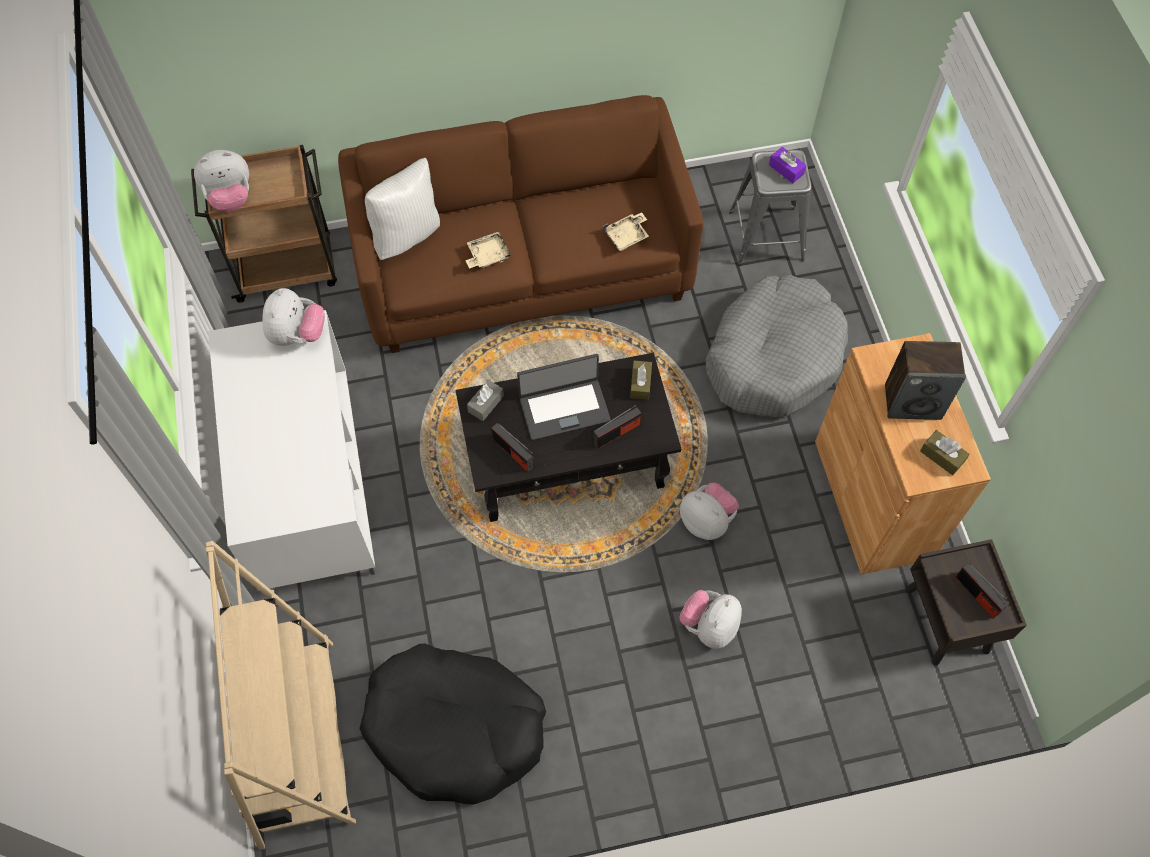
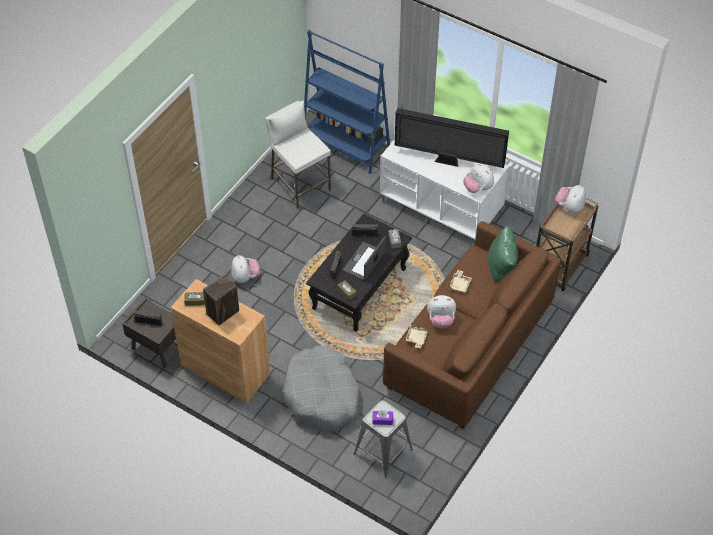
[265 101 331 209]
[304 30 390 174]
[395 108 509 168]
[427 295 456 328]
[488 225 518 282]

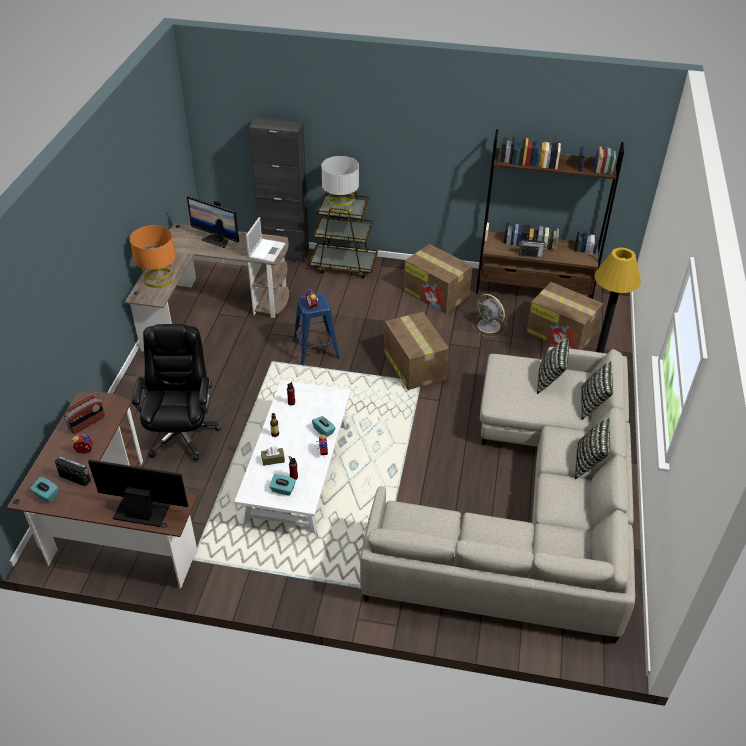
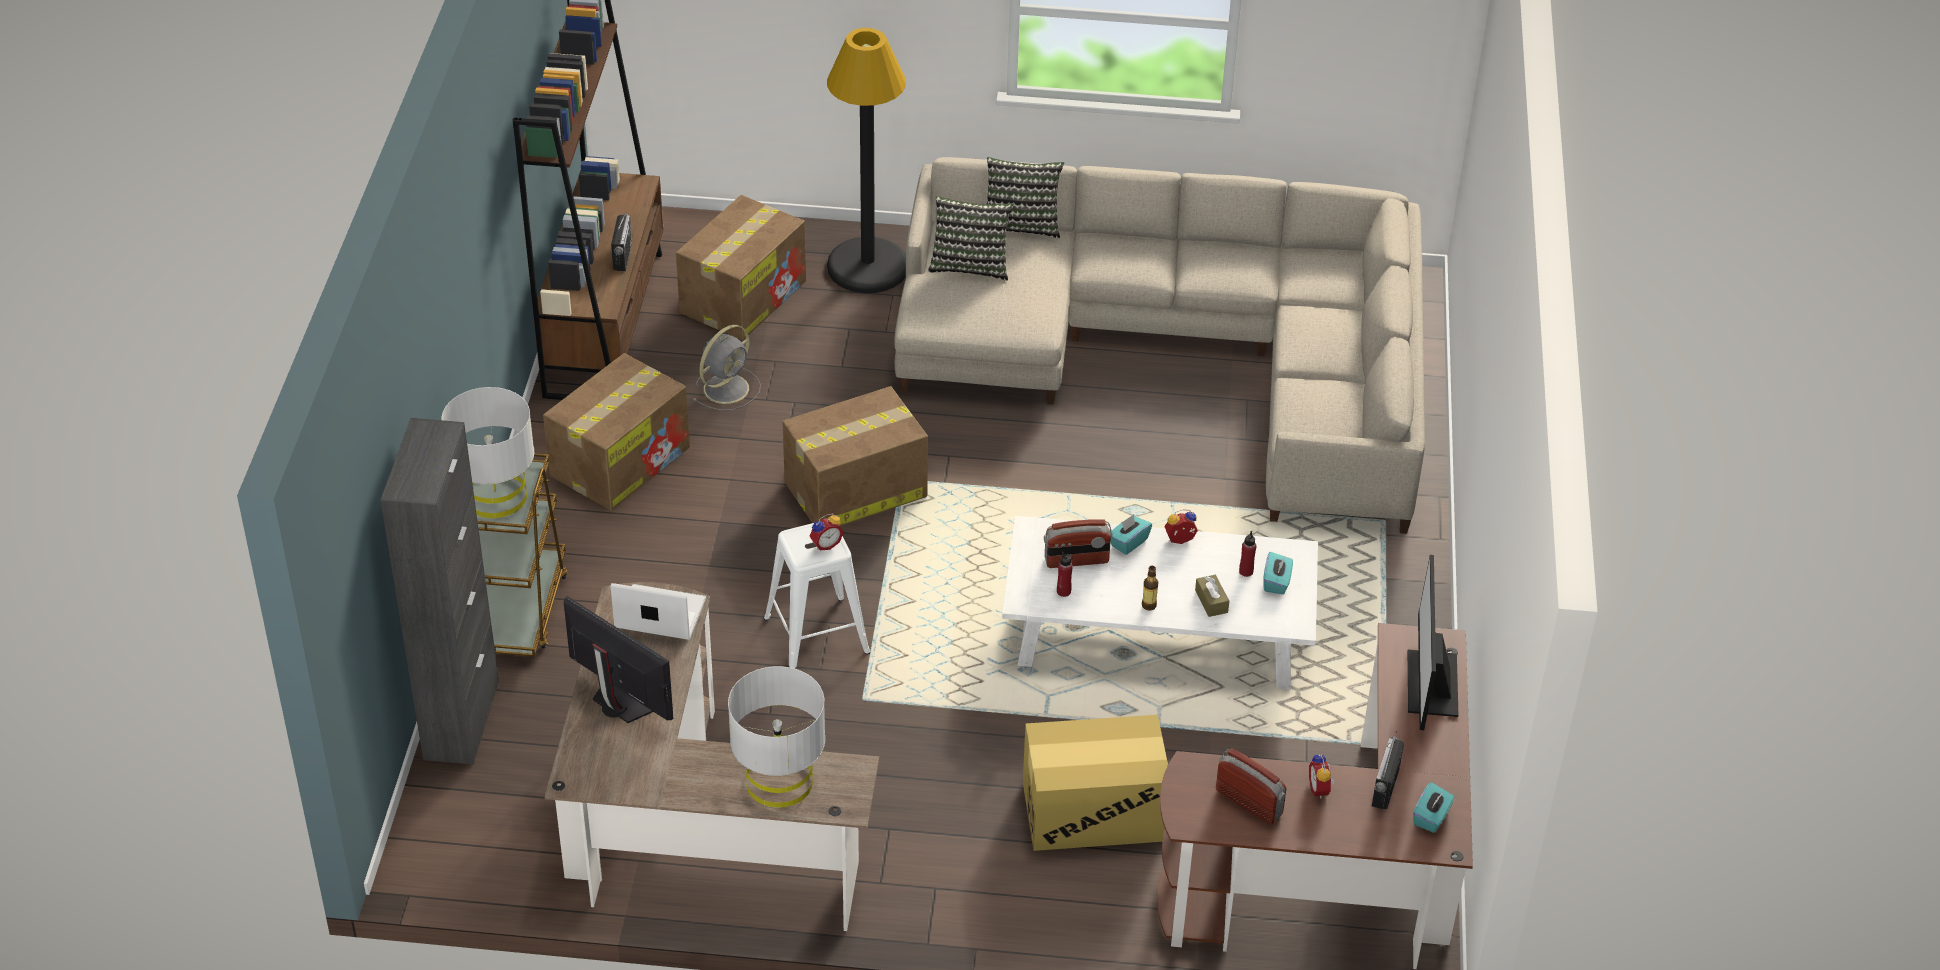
[564 596 673 723]
[728 666 825 808]
[764 523 870 669]
[1023 715 1168 851]
[1044 519 1113 568]
[575 418 610 479] (first image)

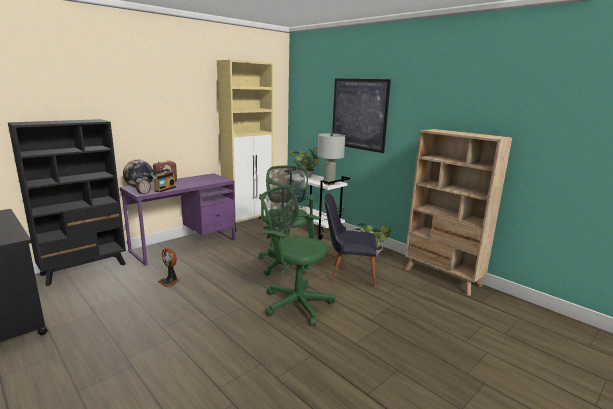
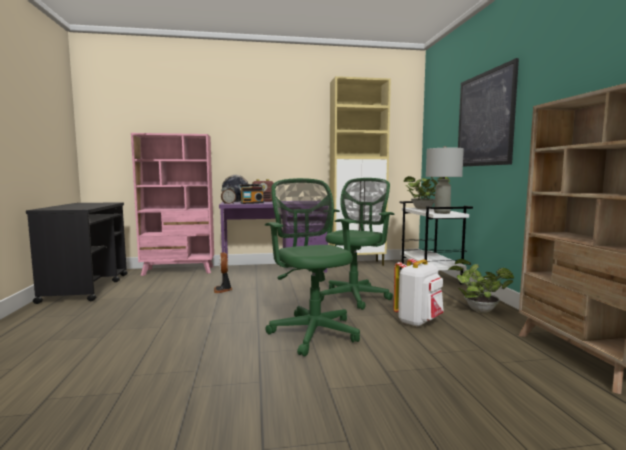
[131 133 214 276]
[394 258 444 327]

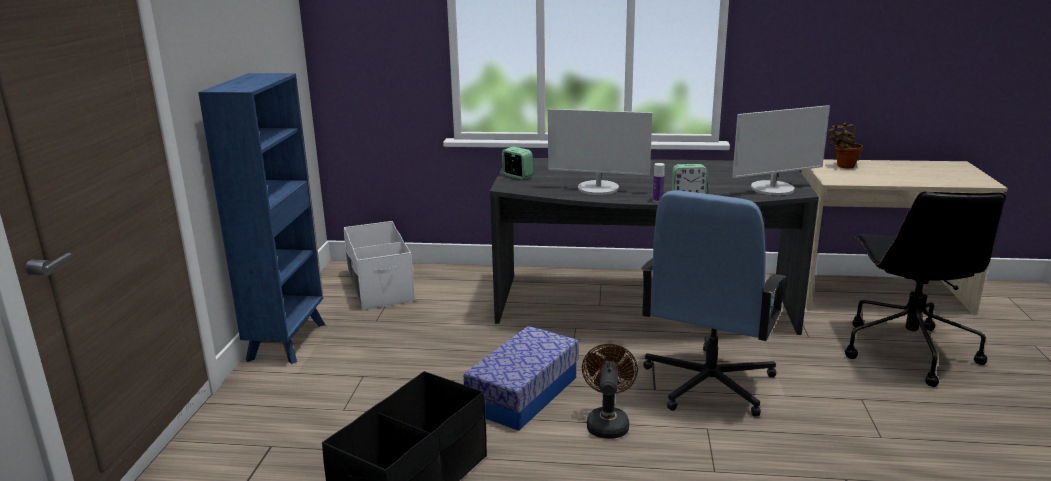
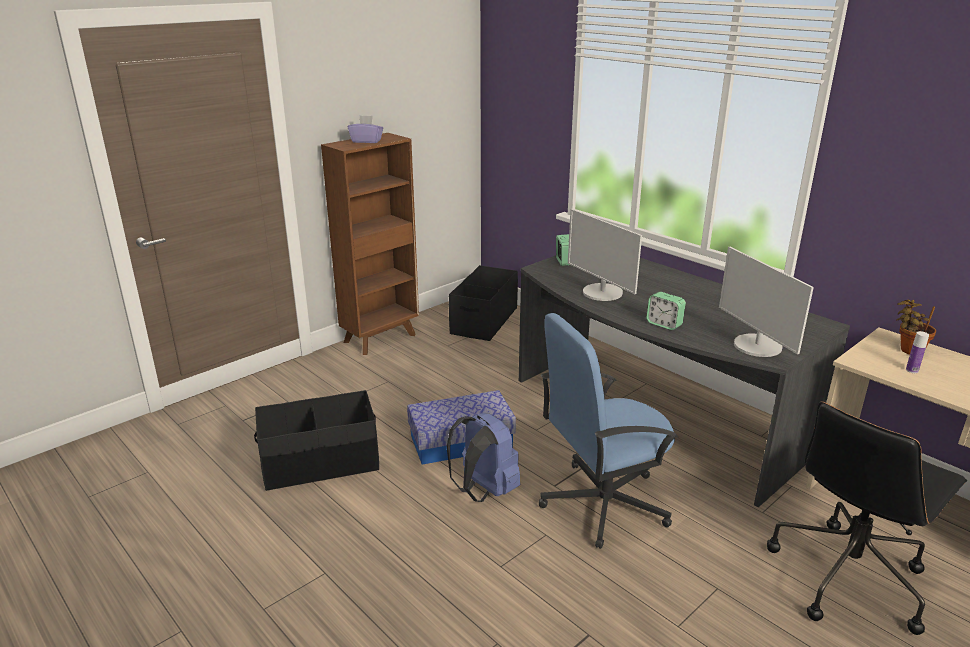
[321 133 419 355]
[348 116 383 143]
[447 413 520 502]
[449 265 518 341]
[719 247 814 357]
[906 331 929 373]

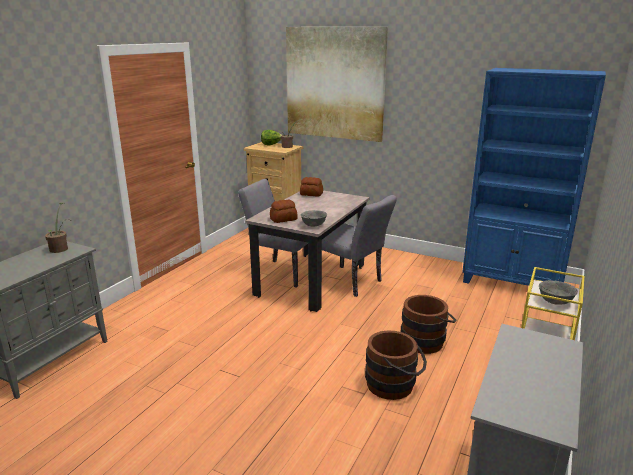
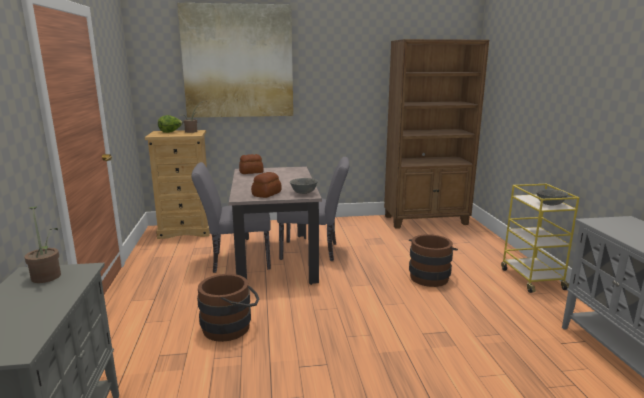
[197 274 259 342]
[384 39 489 229]

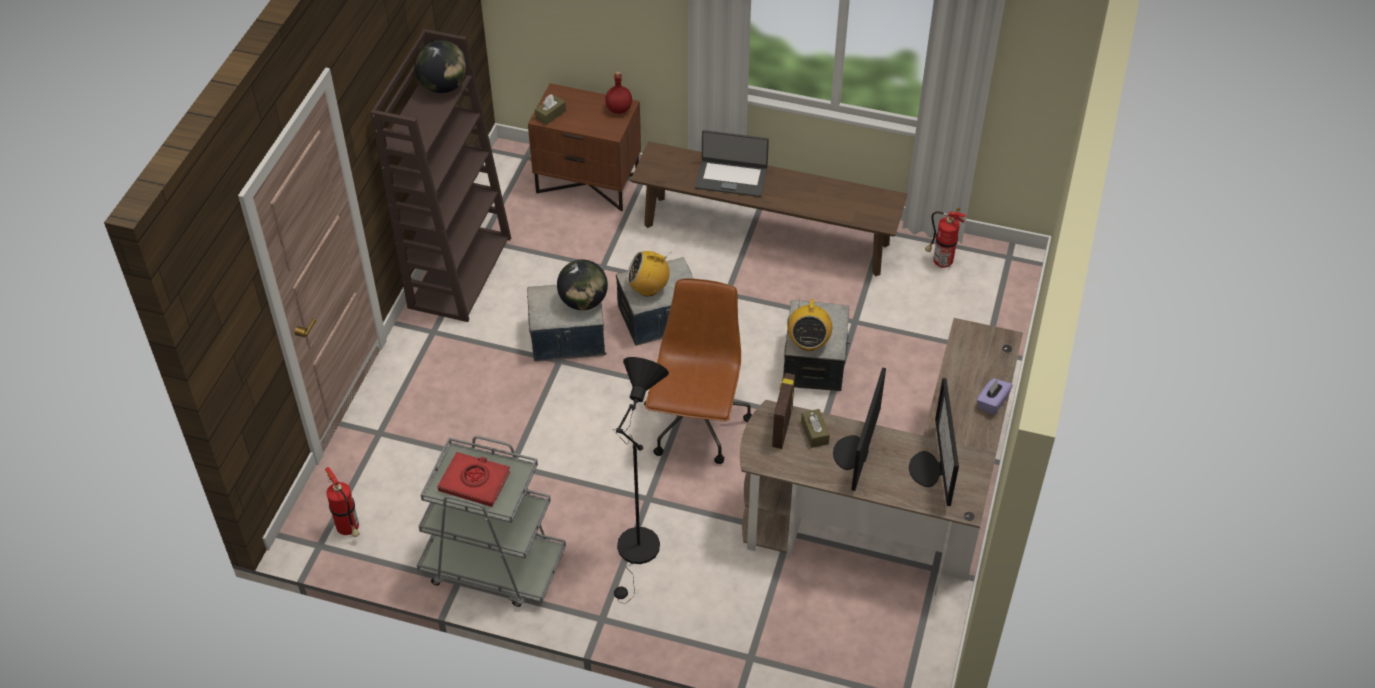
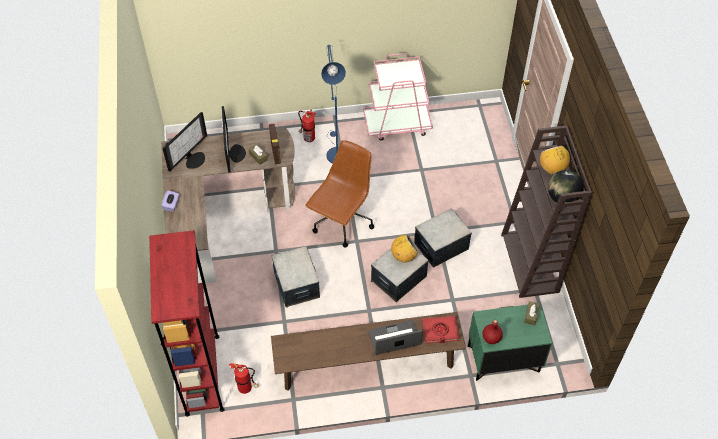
[149 230 225 416]
[162 112 207 172]
[298 109 316 142]
[305 140 374 248]
[321 45 346 163]
[363 53 433 141]
[422 316 459 344]
[468 303 552 381]
[540 146 572 175]
[557 260 608 310] (first image)

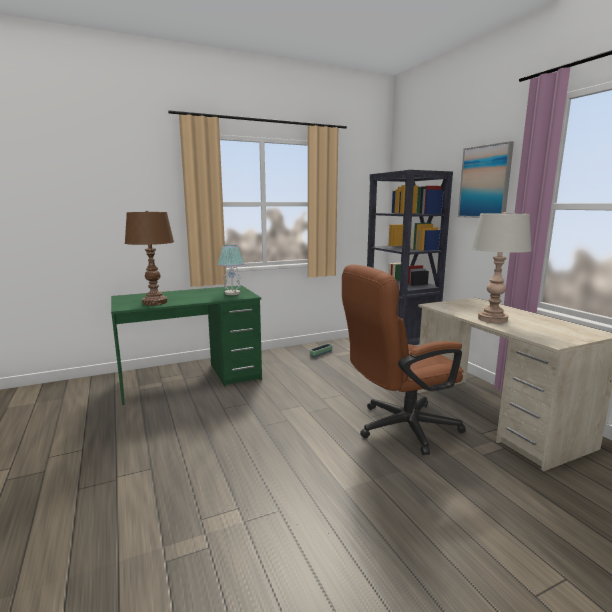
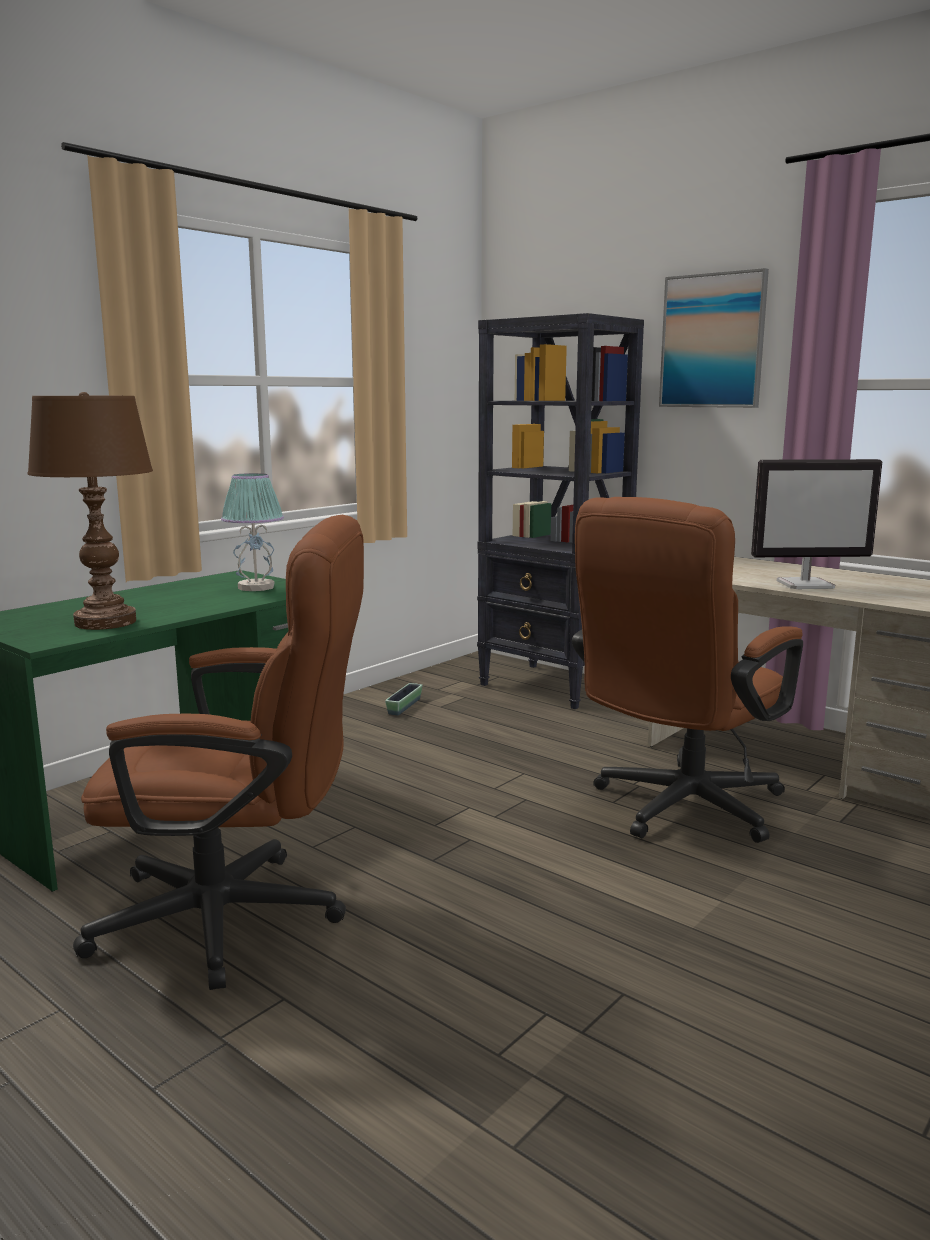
[73 515 364 990]
[751 459 882 589]

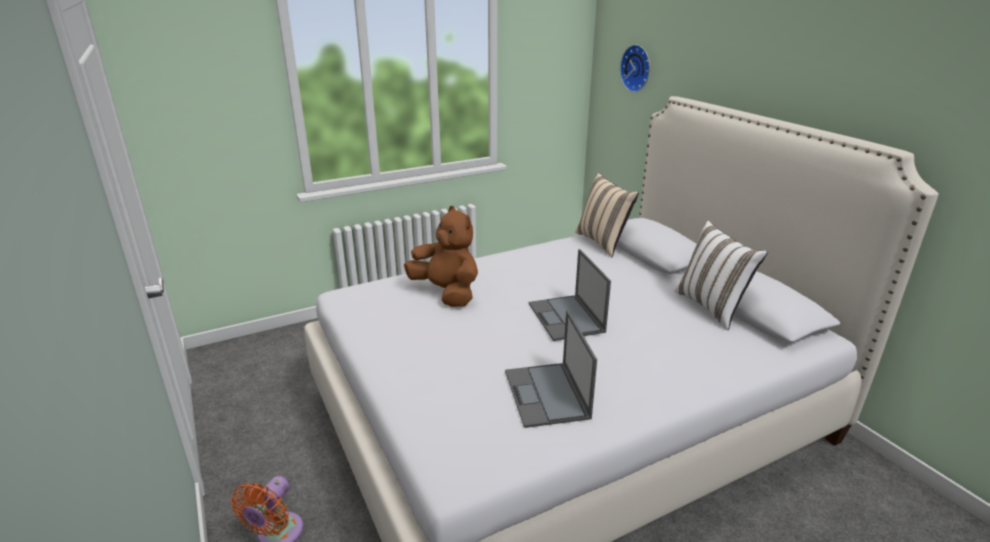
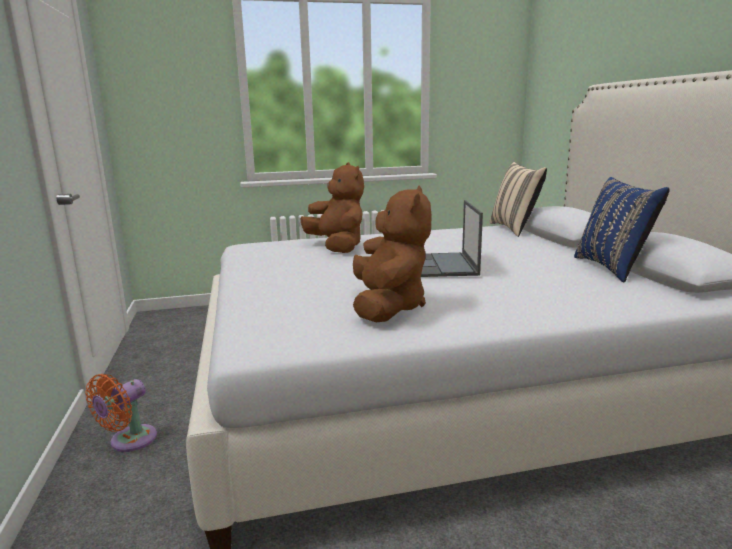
[353 185 432 323]
[574 177 670 283]
[620 45 650 92] (first image)

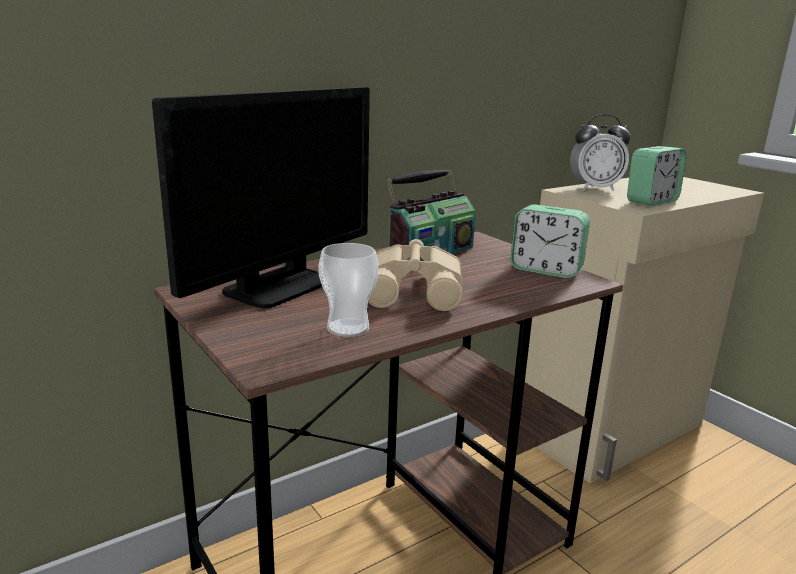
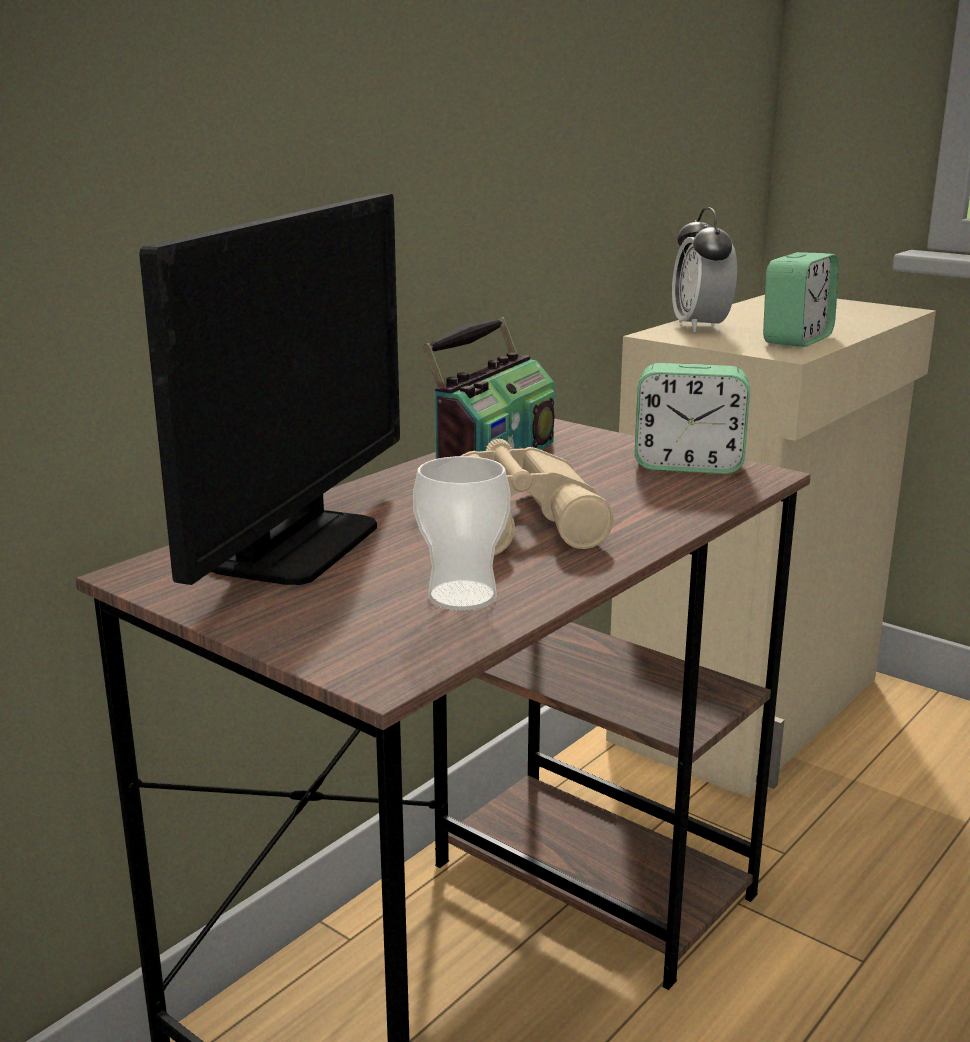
[672 207 737 333]

